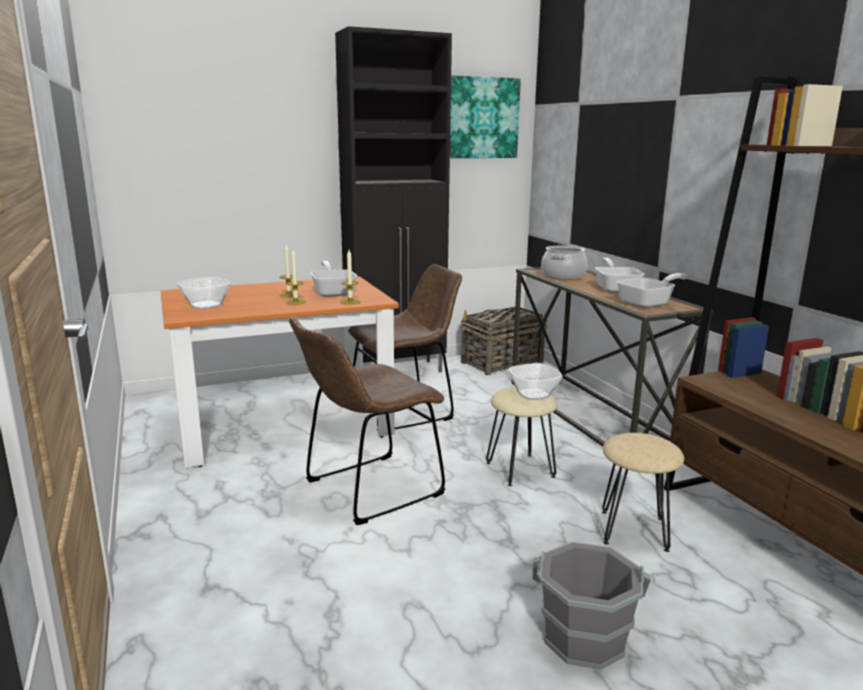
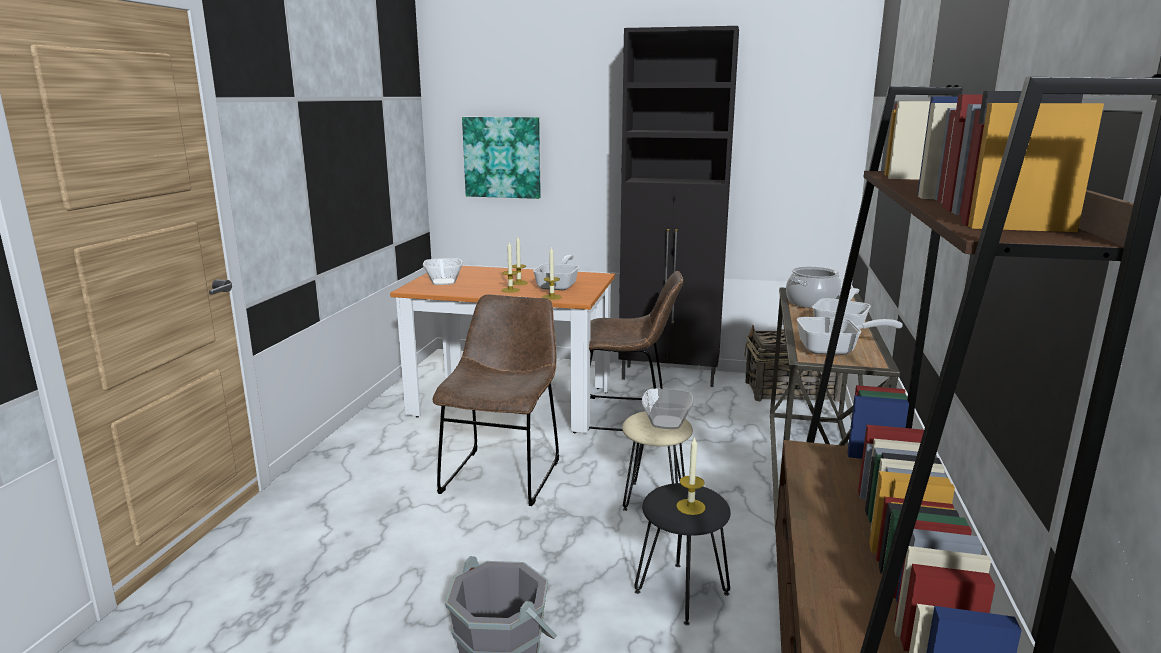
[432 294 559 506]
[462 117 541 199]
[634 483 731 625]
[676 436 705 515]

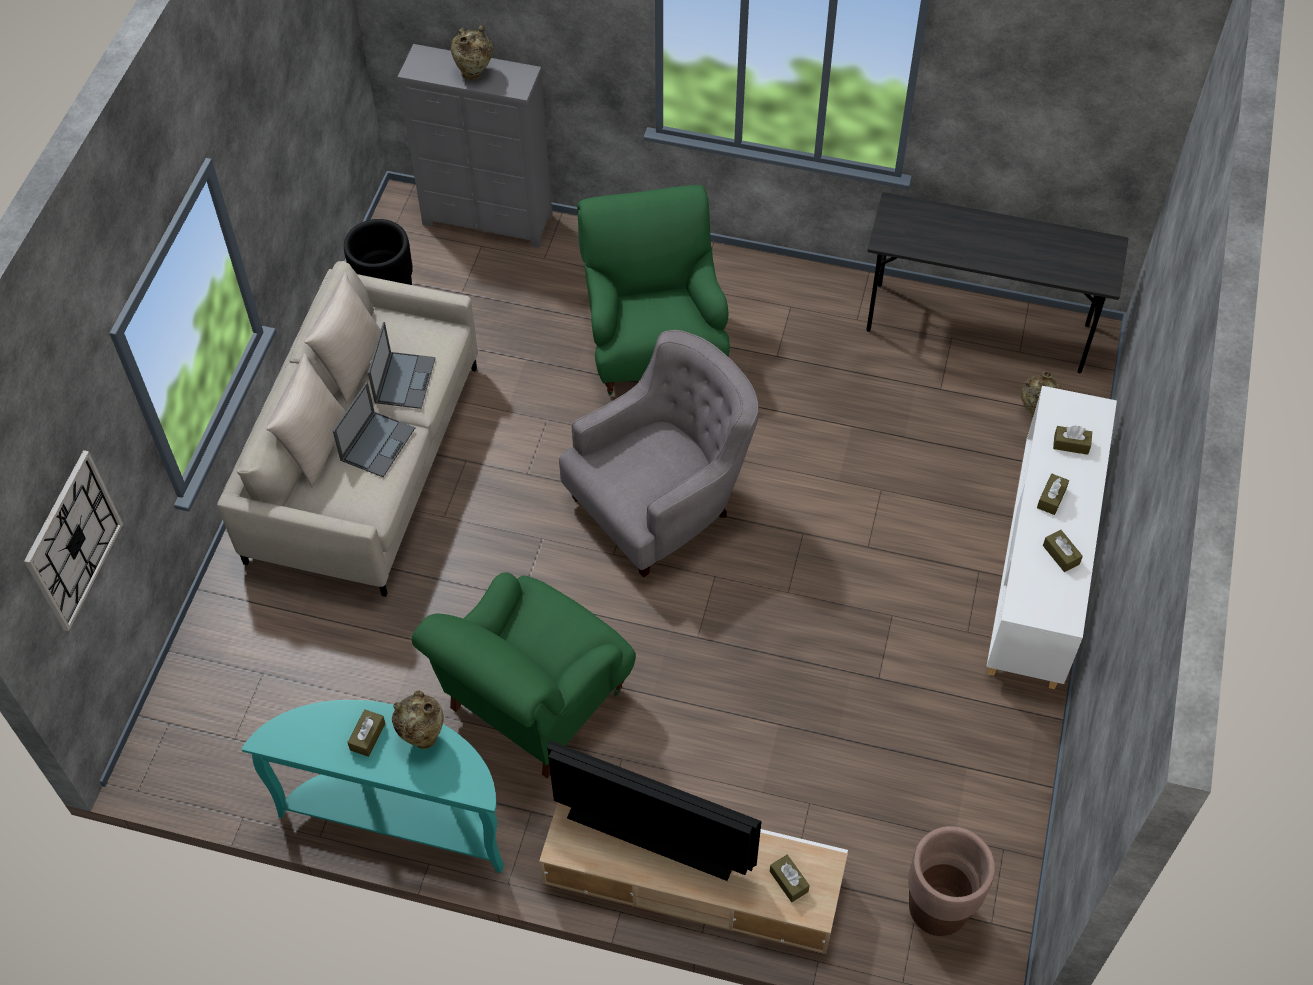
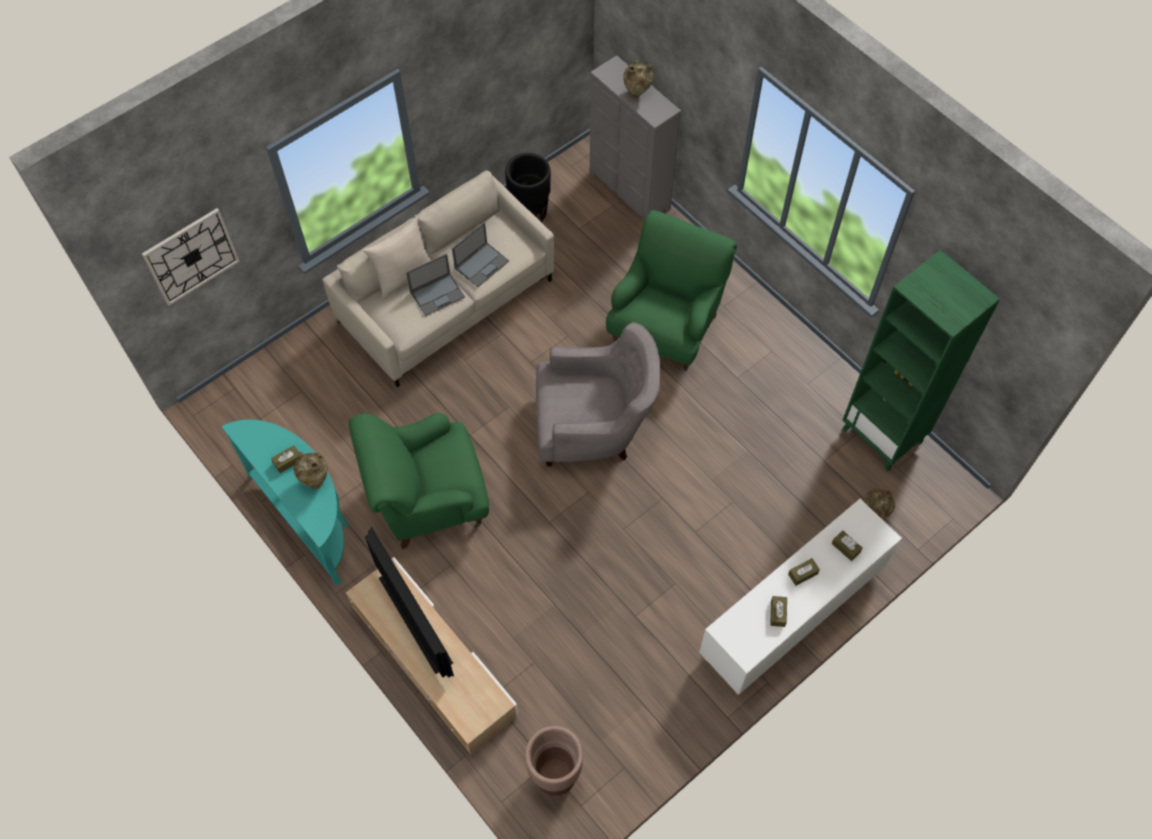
[842 250 1000 472]
[304 272 381 404] (first image)
[770 855 810 902] (first image)

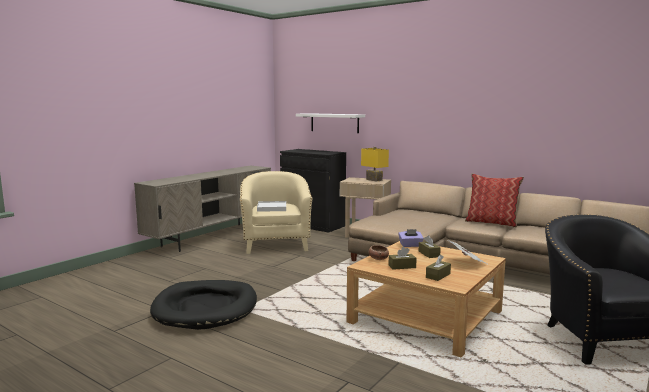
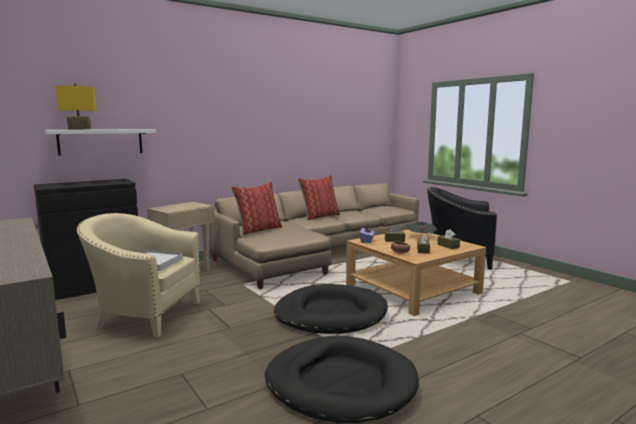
[55 83 97 130]
[231 182 282 235]
[274 284 388 334]

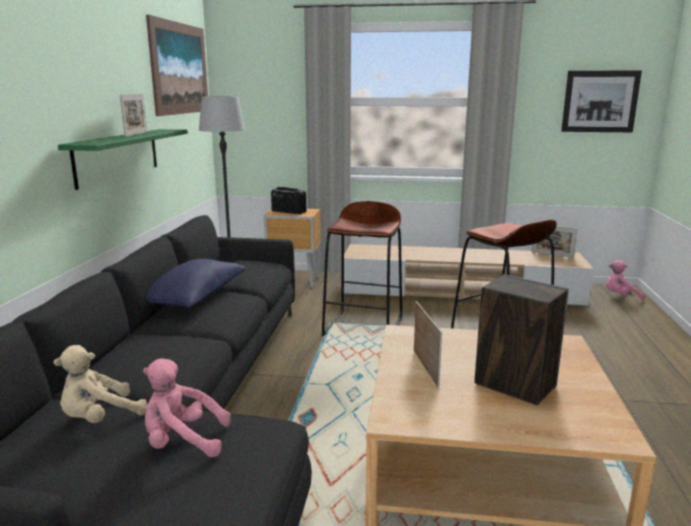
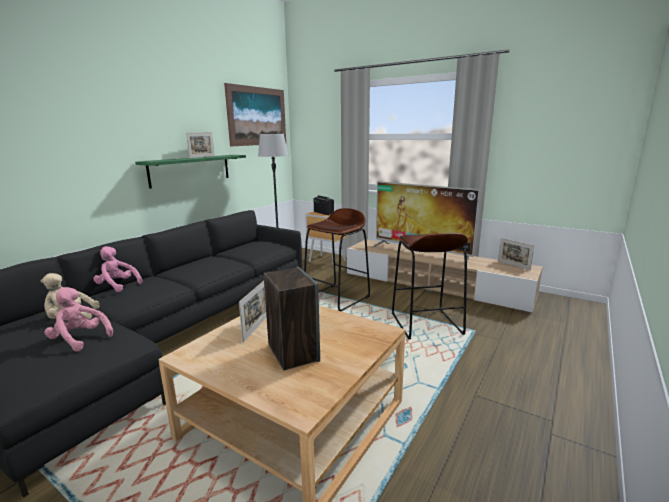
[93 246 142 292]
[372 181 480 267]
[146 259 246 308] (first image)
[561 70 642 132] (first image)

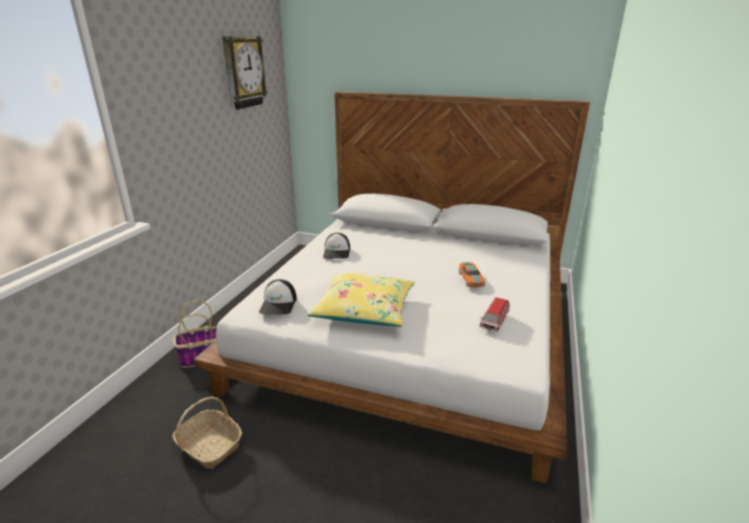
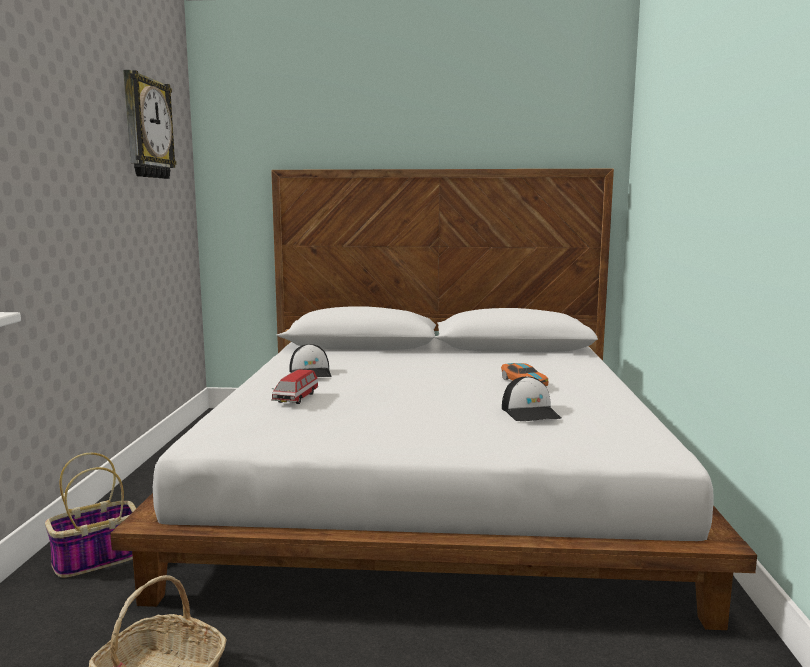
[271 369 318 404]
[502 376 561 421]
[307 273 415 327] (first image)

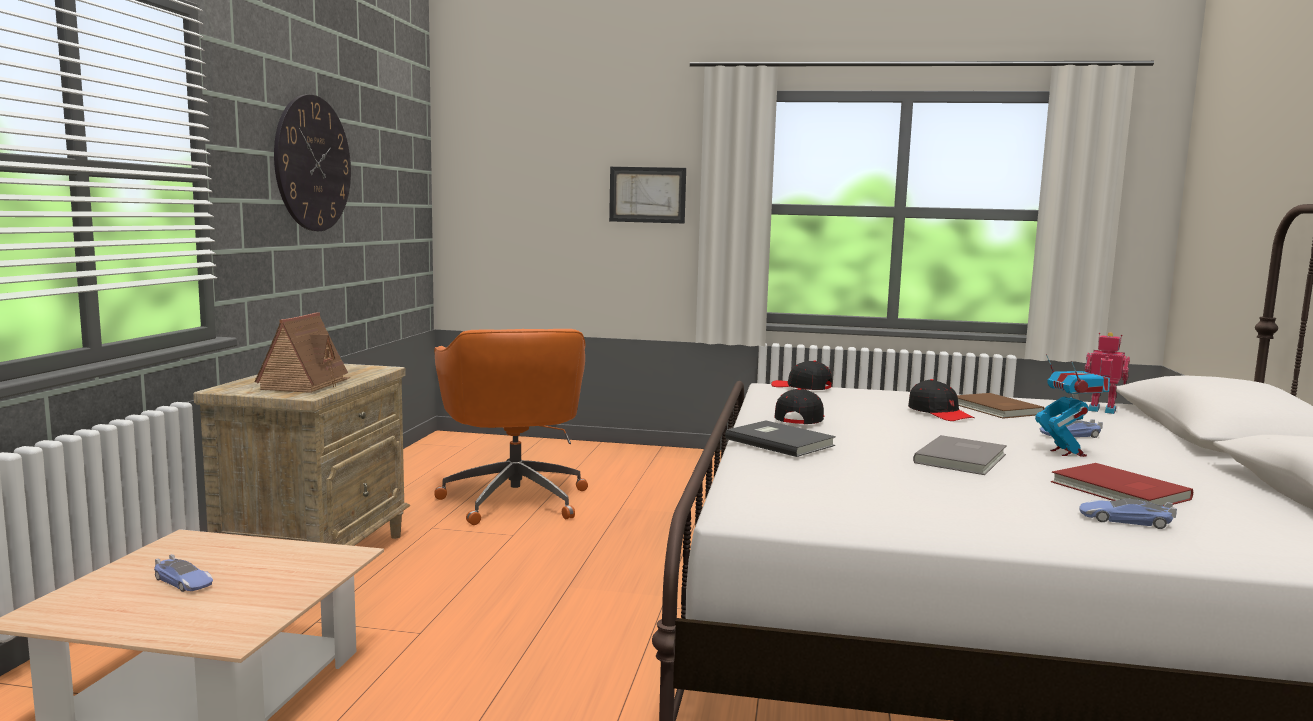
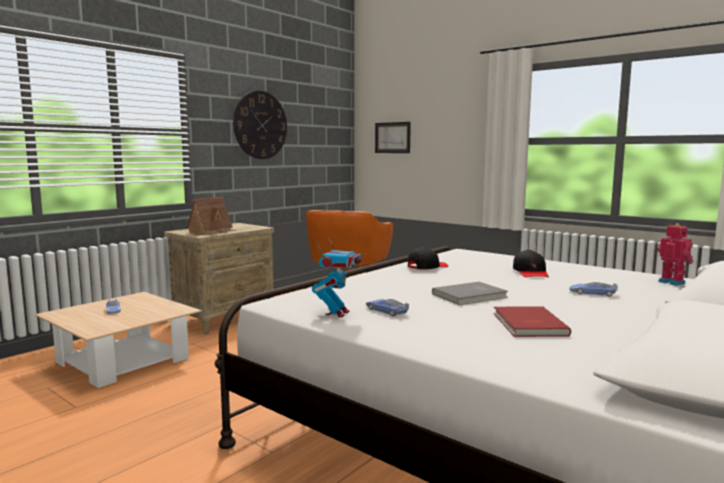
[312 237 362 317]
[366 299 409 317]
[375 122 411 153]
[725 420 836 457] (first image)
[771 361 832 390] (first image)
[957 393 1045 419] (first image)

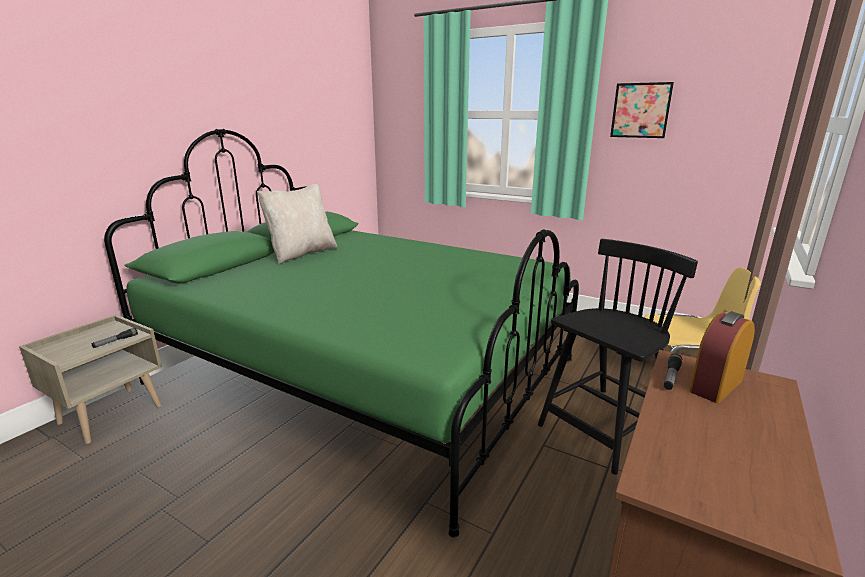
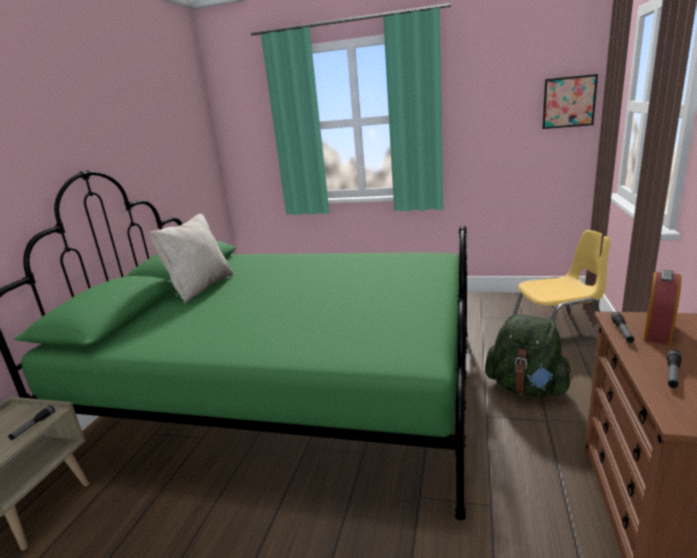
[485 314 573 397]
[542 74 598 129]
[667 350 681 388]

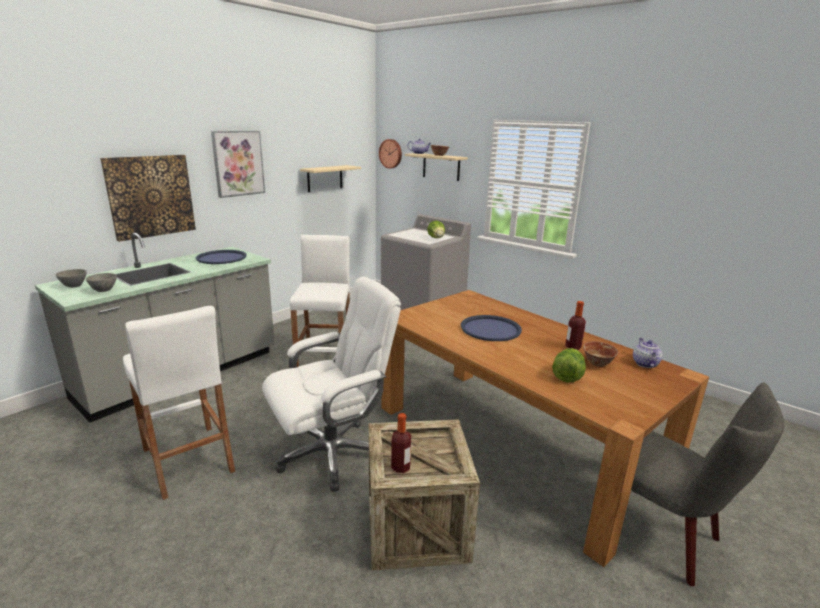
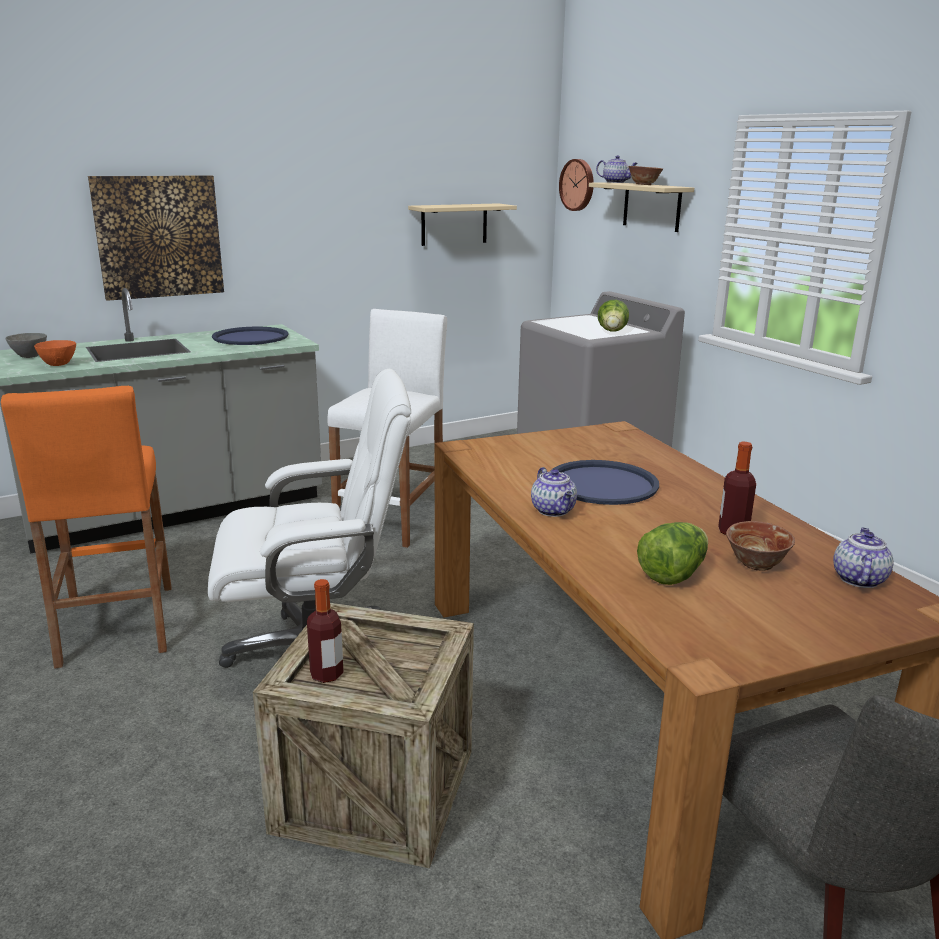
[1 386 171 669]
[34 340 76 366]
[531 467 577 517]
[211 131 265 198] (first image)

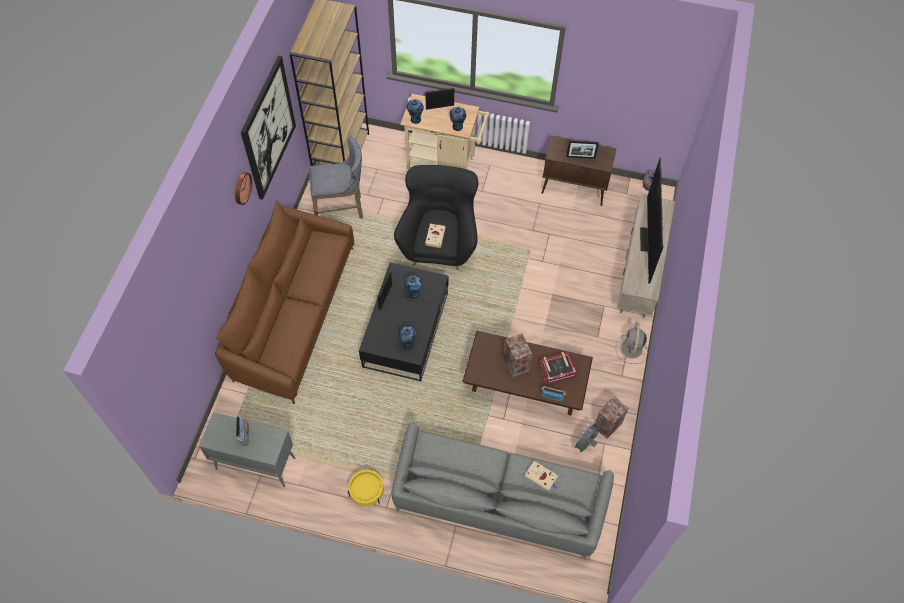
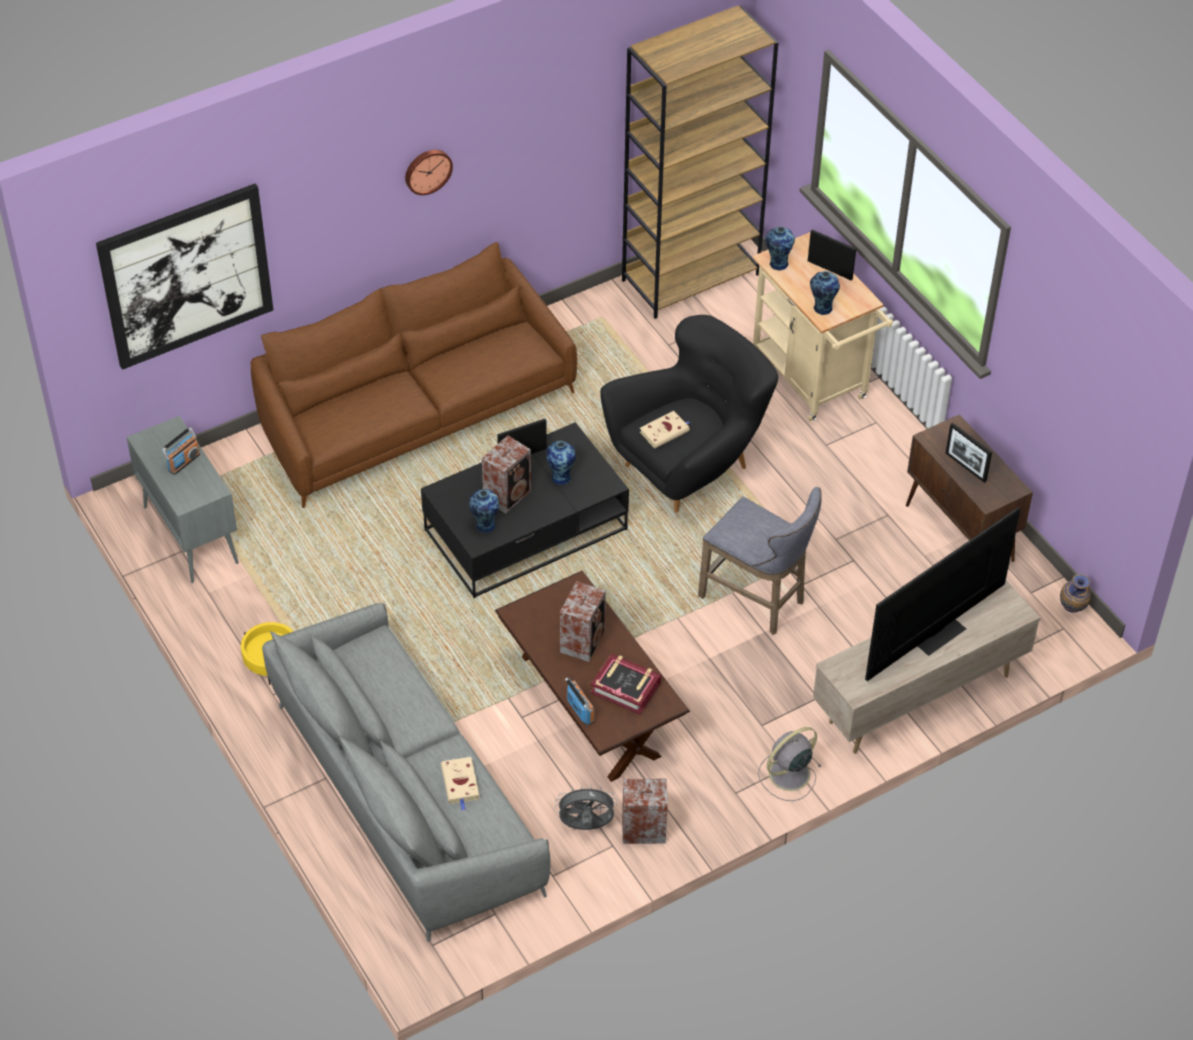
[96 183 273 370]
[482 435 531 514]
[698 487 822 635]

